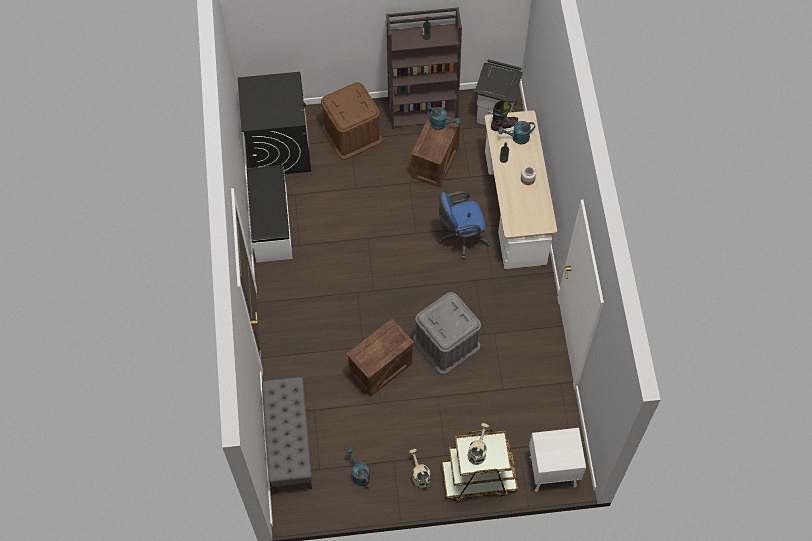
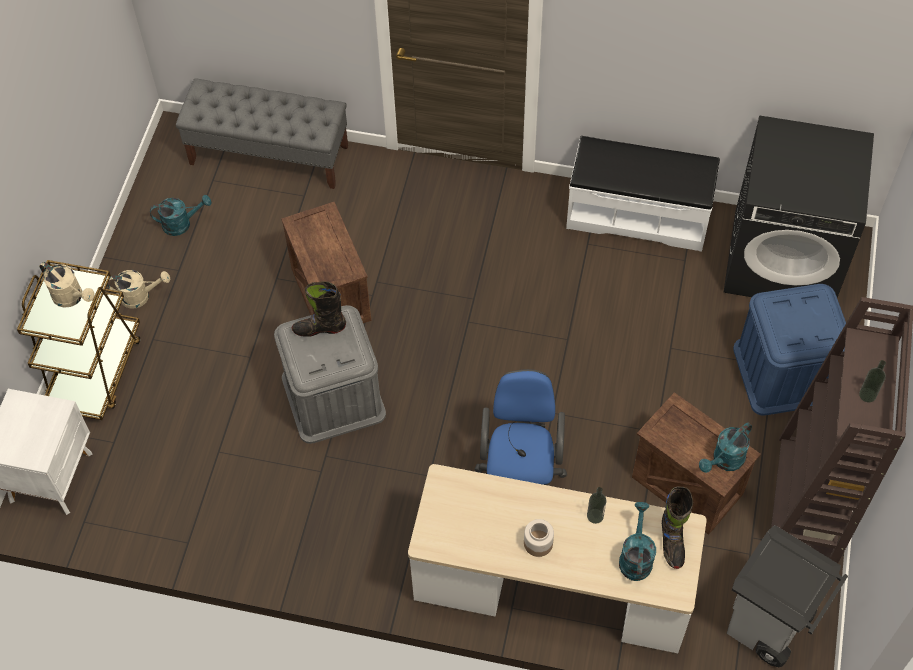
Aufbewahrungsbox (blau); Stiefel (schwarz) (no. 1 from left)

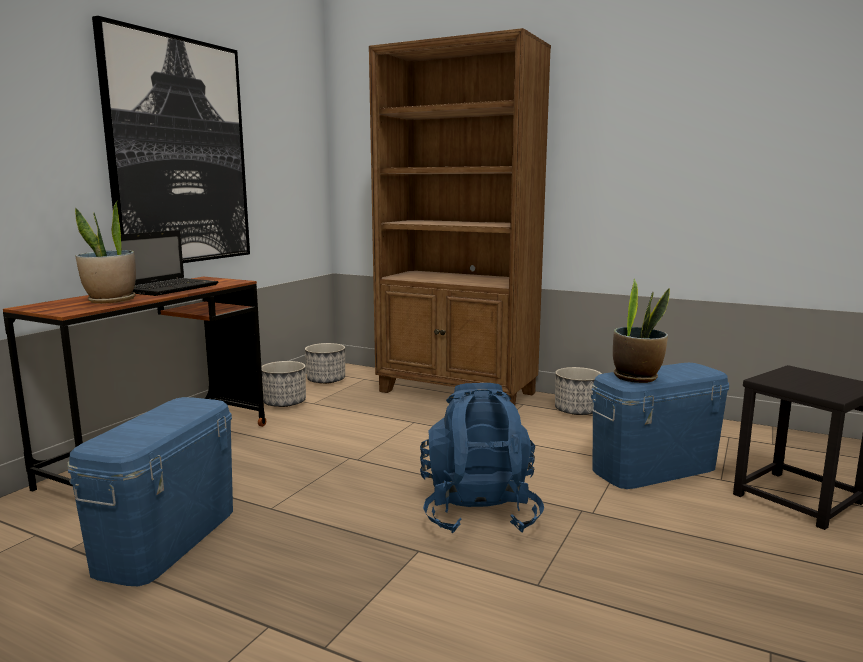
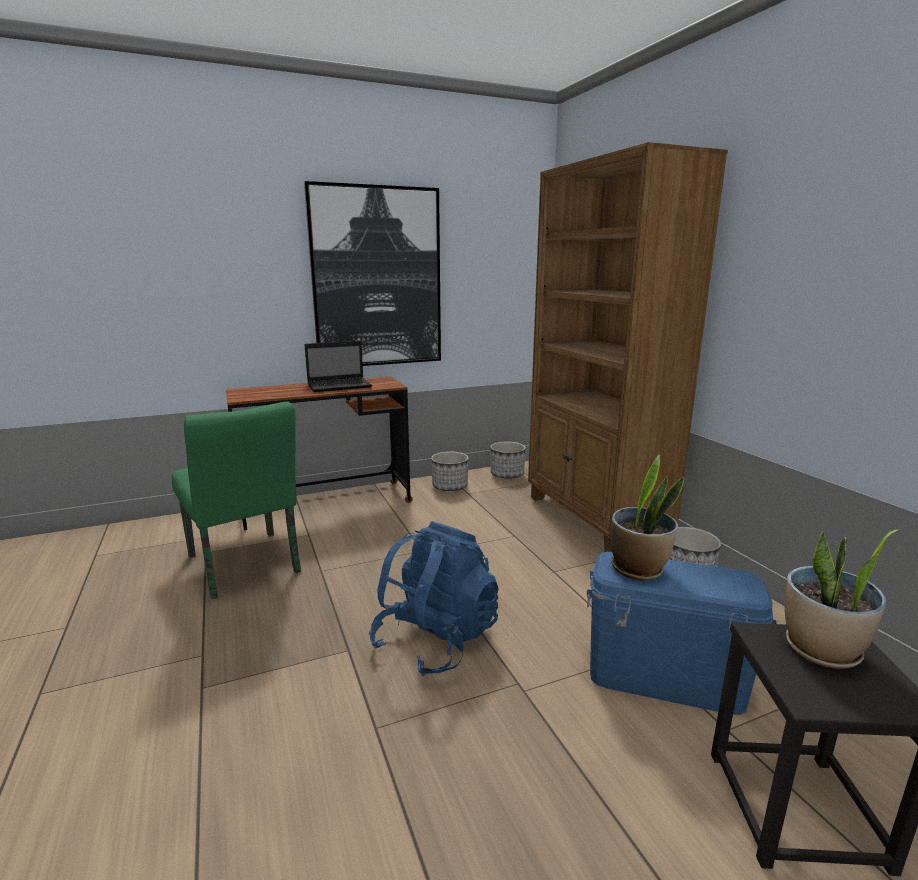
Topfpflanze (no. 2 from left); Stuhl (grün)

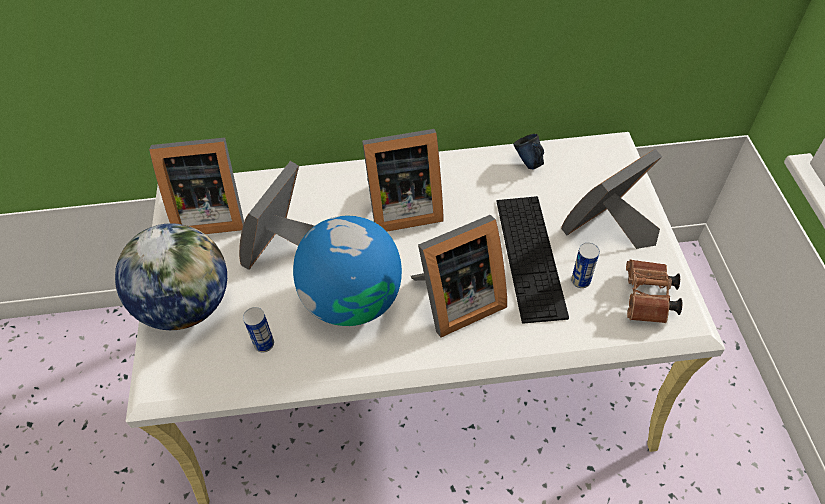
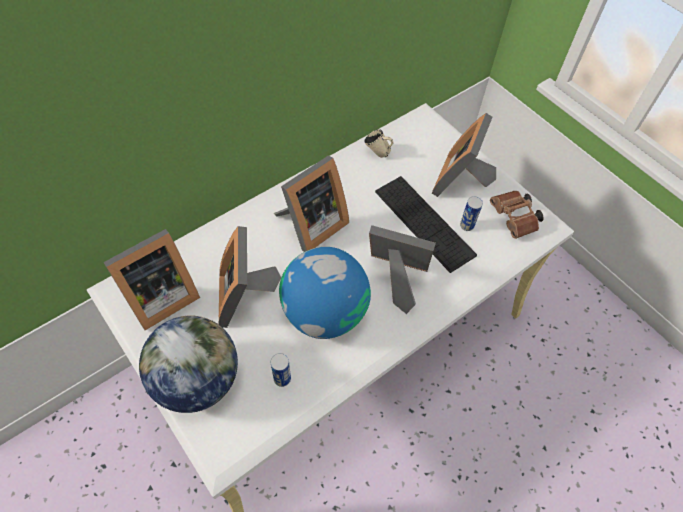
Henkelbecher (beige); Bilderrahmen (no. 4 from left)

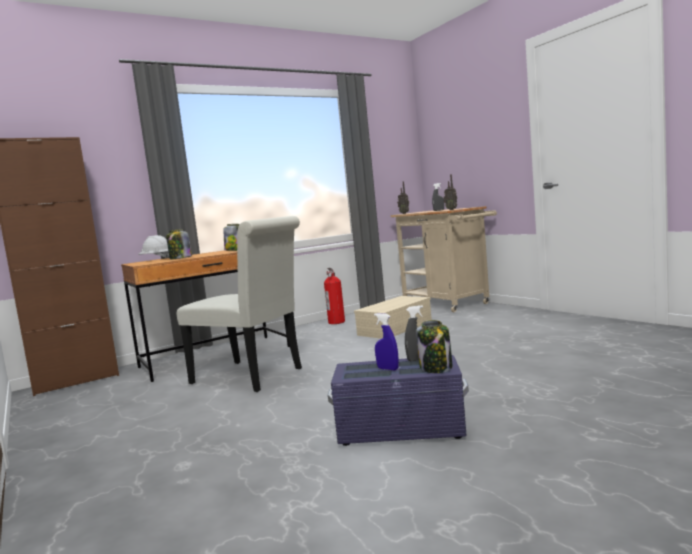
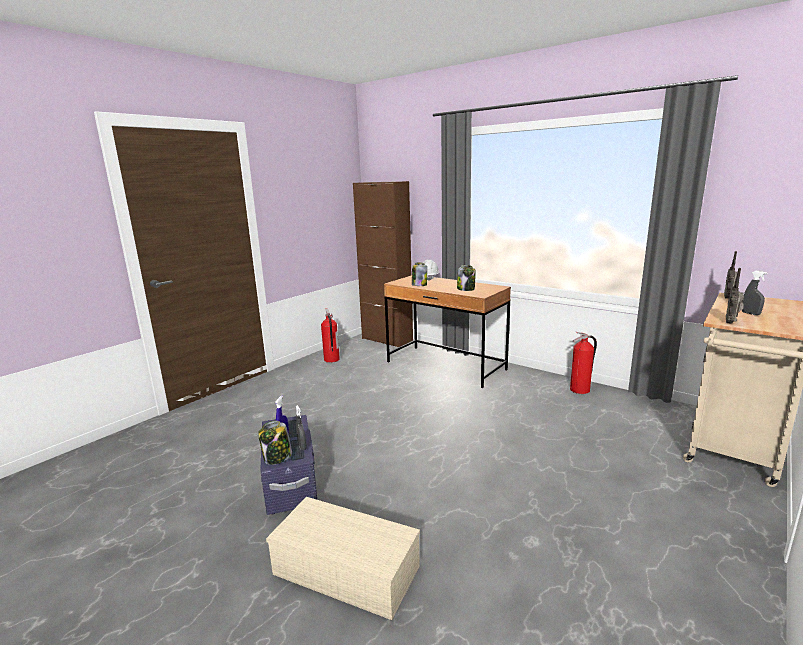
Stuhl (weiß); Aufbewahrungsbox (beige); Feuerlöscher (no. 1 from left)

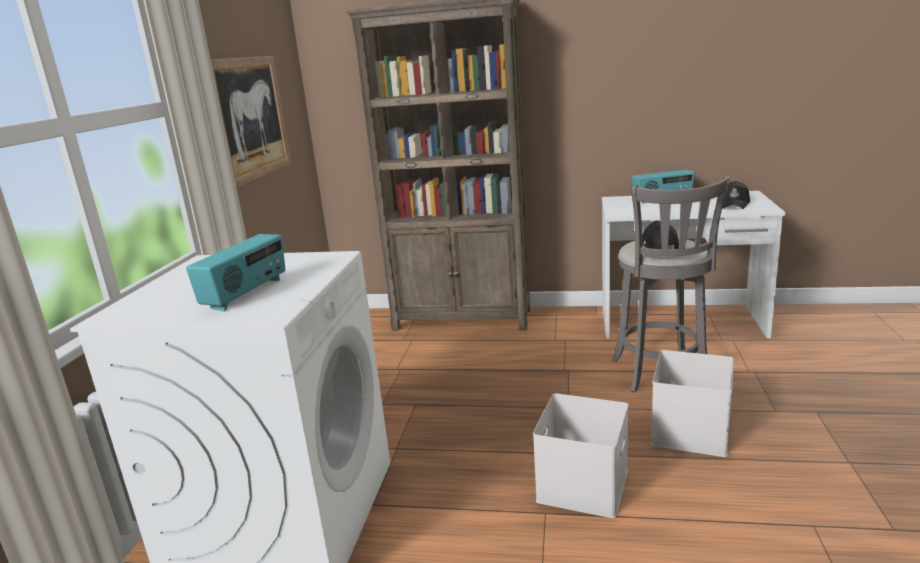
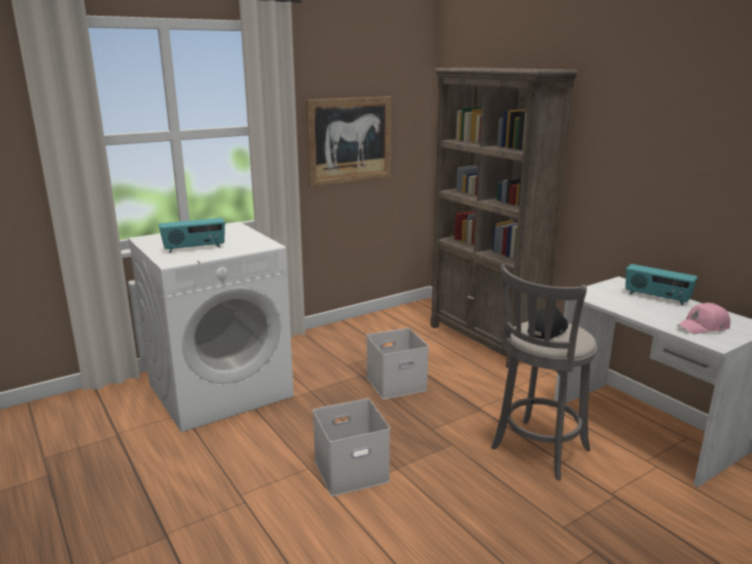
Kappe (rosa); Aufbewahrungsbox (weiß) (no. 2 from left)

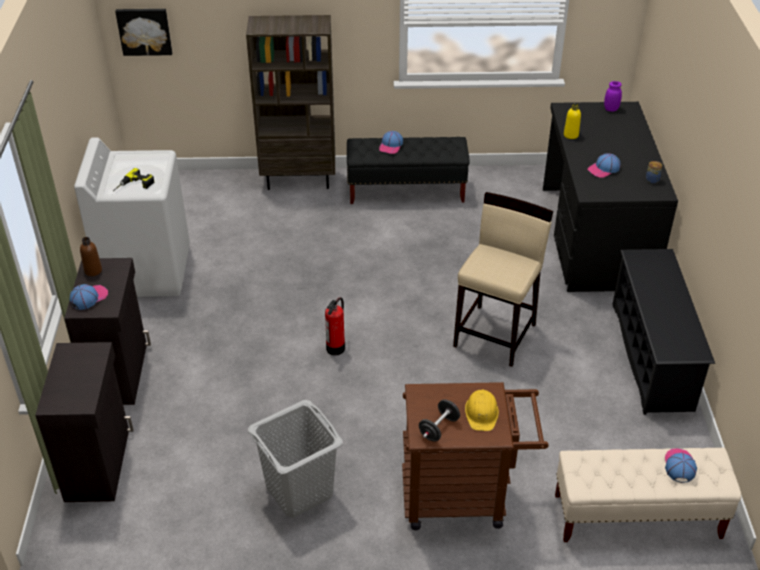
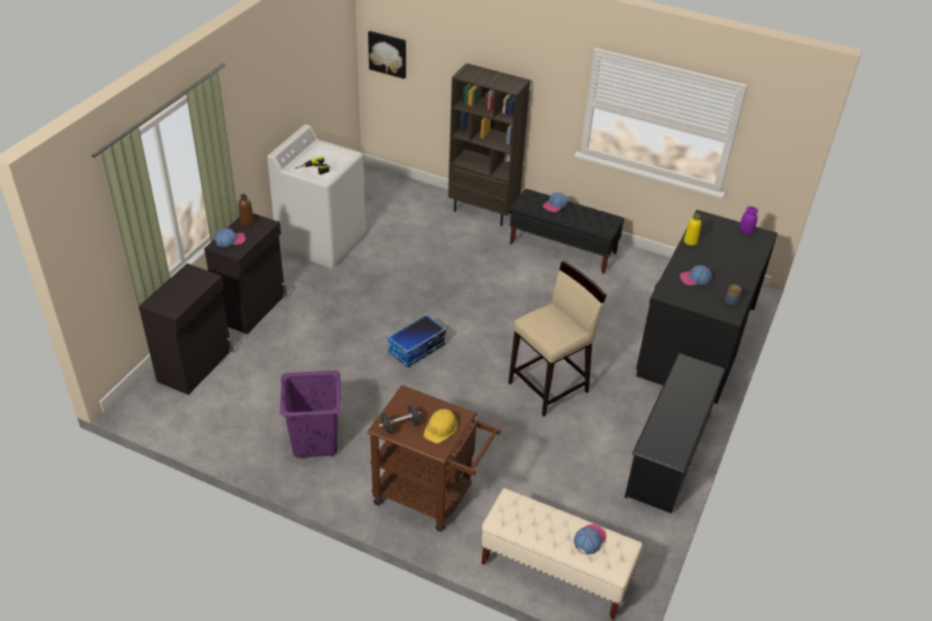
Aufbewahrungsbox; Wäschekorb (lila)

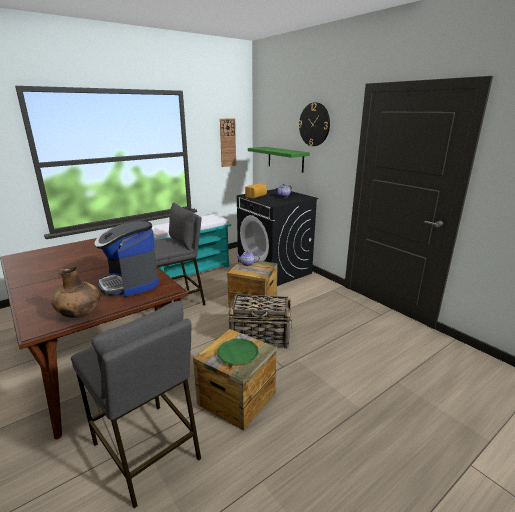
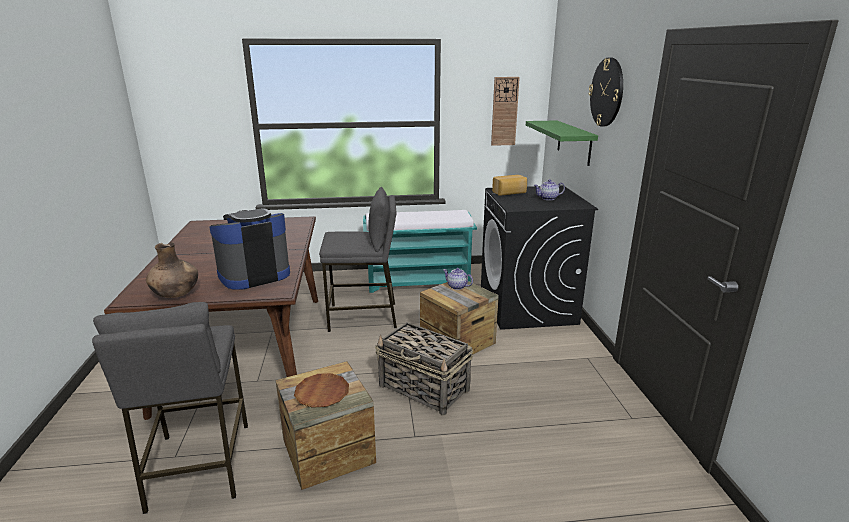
Kaffeemaschine; Teller (braun)

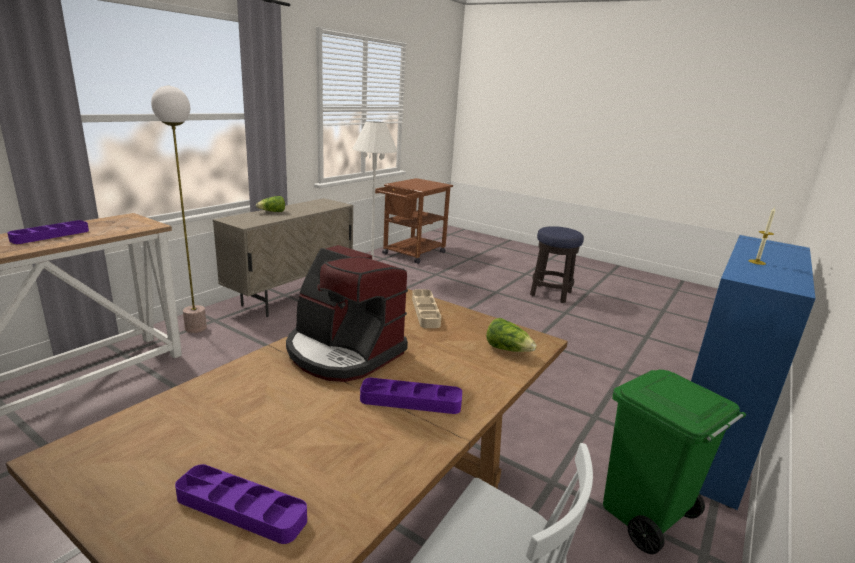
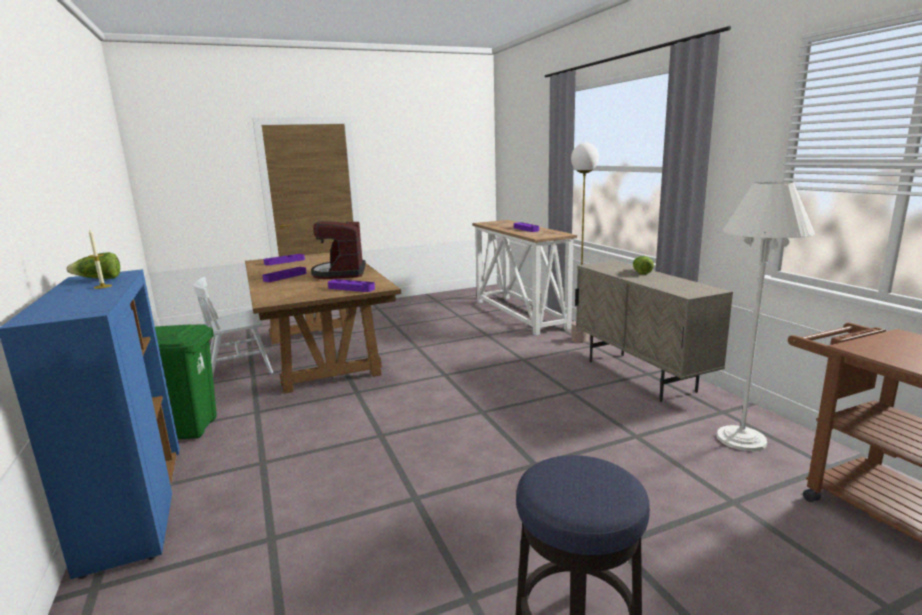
Kaffeemaschine; Tablett (lila) (no. 3 from left); Salatkopf (no. 1 from left)

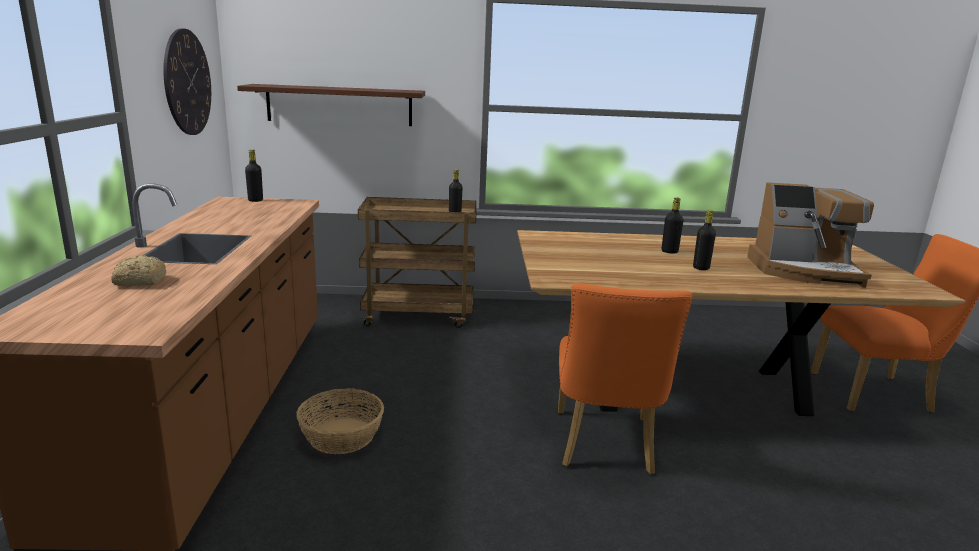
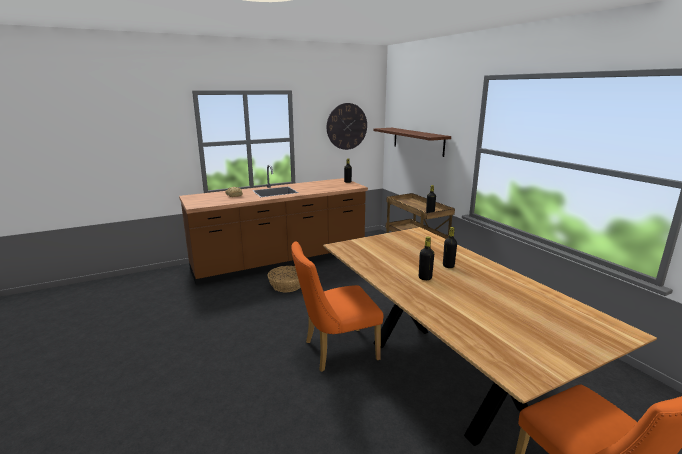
Kaffeemaschine

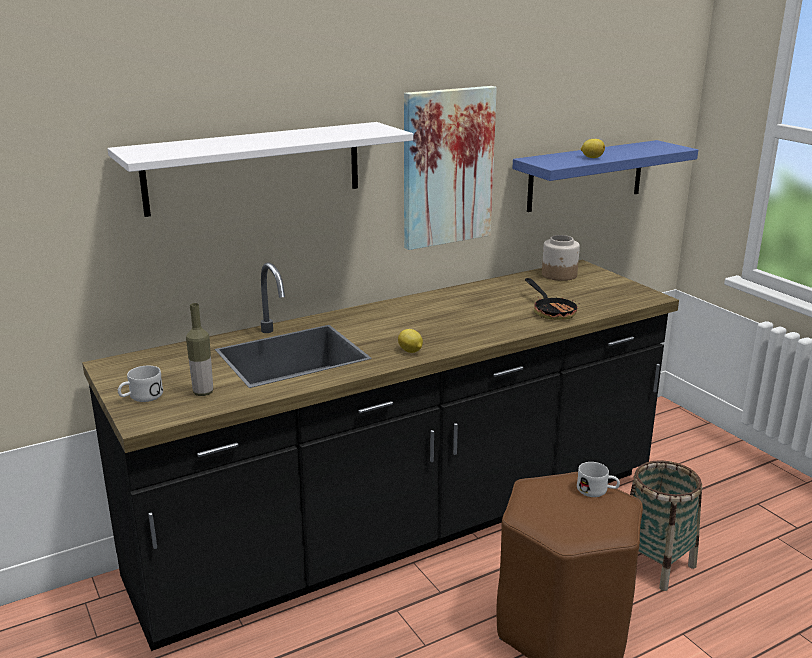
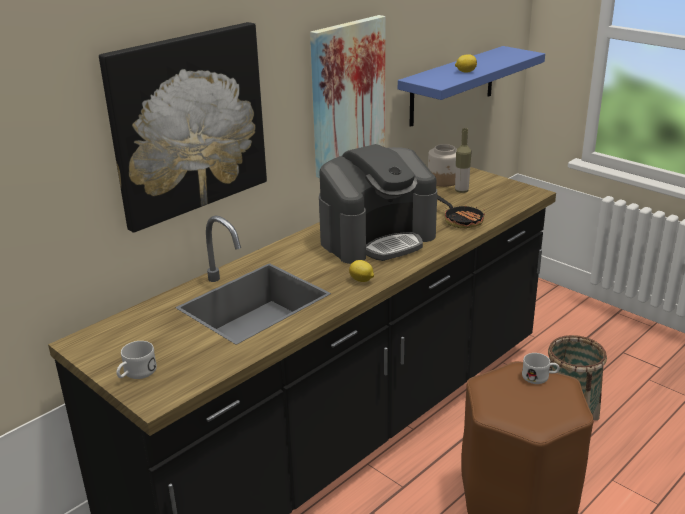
Bild (no. 1 from left); Flasche; Kaffeemaschine

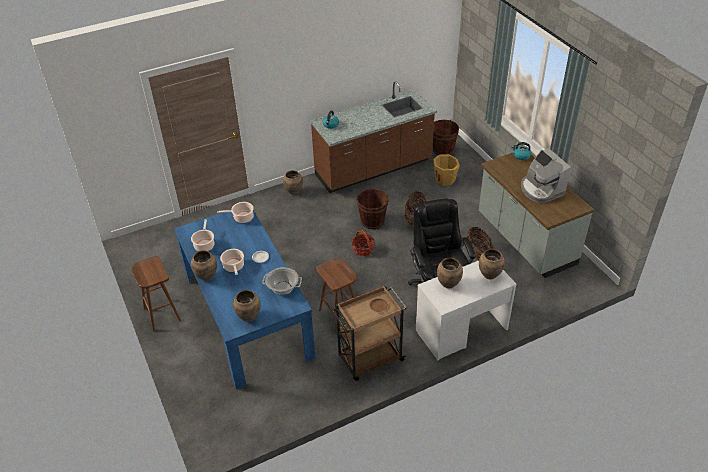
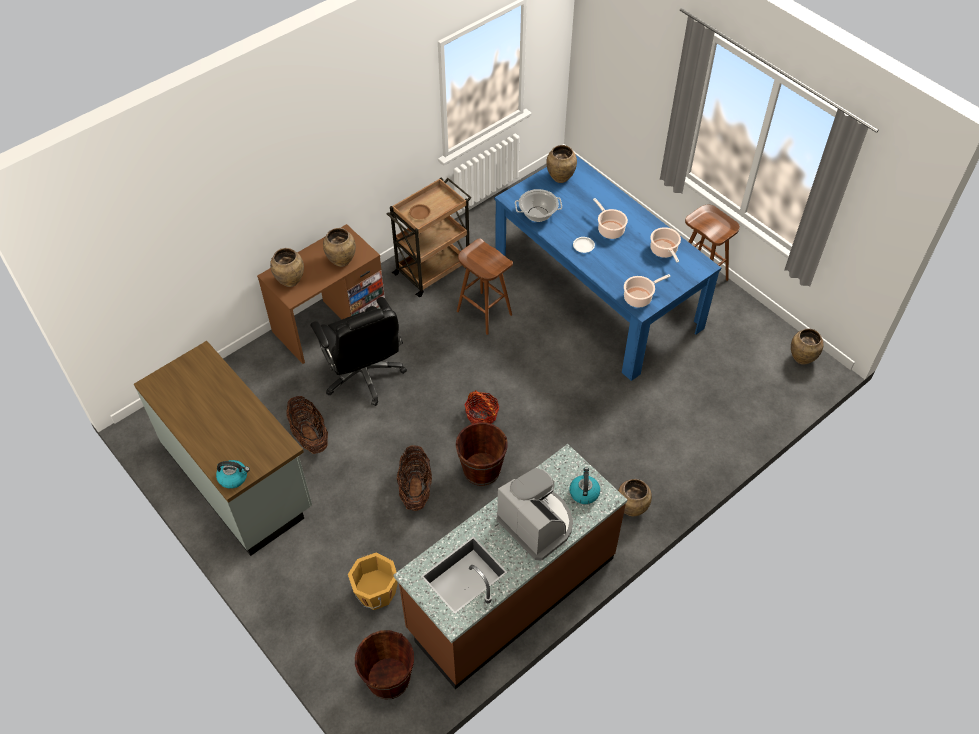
Kaffeemaschine; Vase (braun) (no. 5 from left); Schreibtisch (braun)

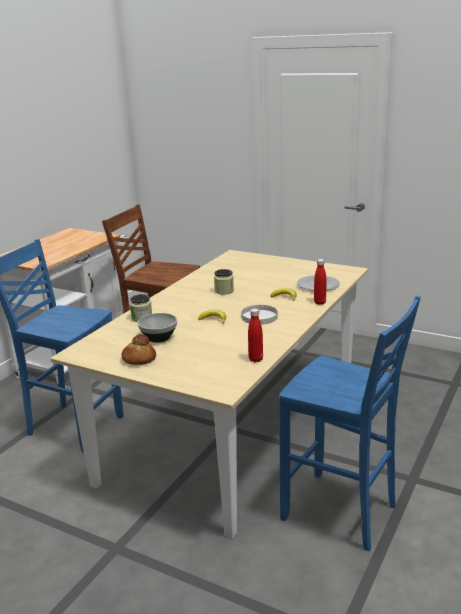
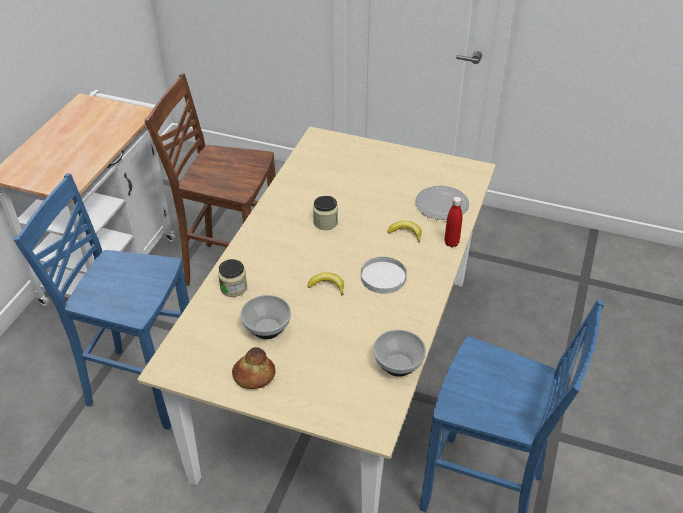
Schüssel (no. 2 from left)

